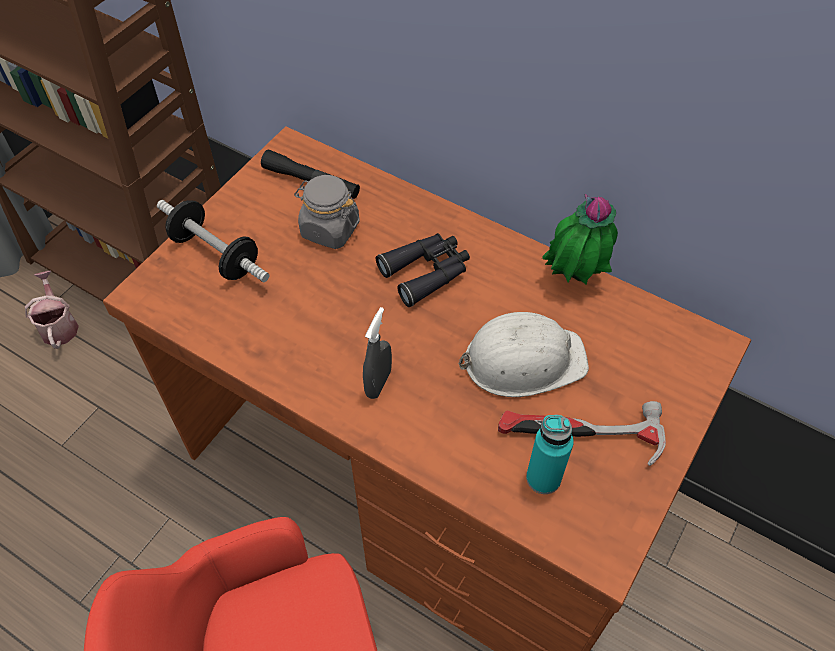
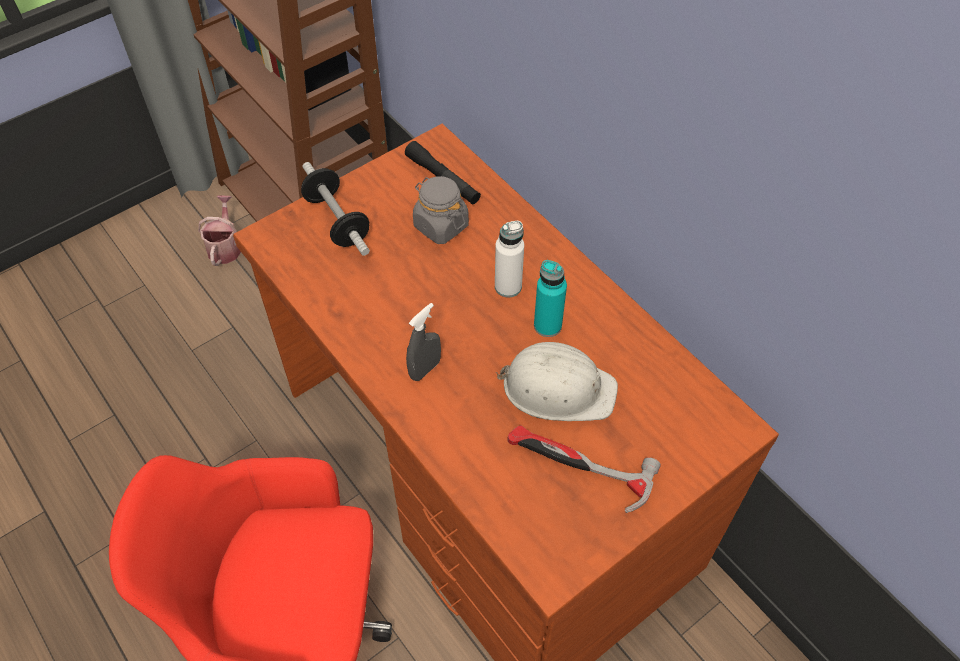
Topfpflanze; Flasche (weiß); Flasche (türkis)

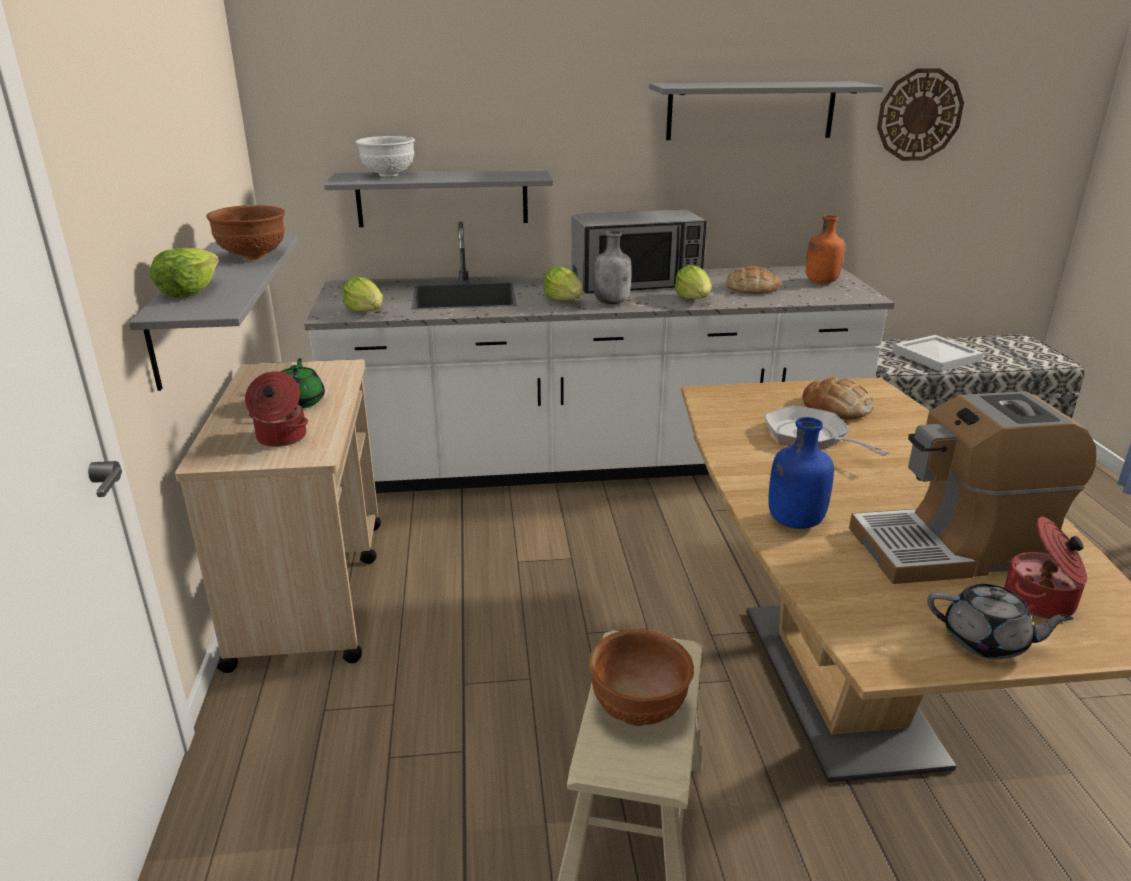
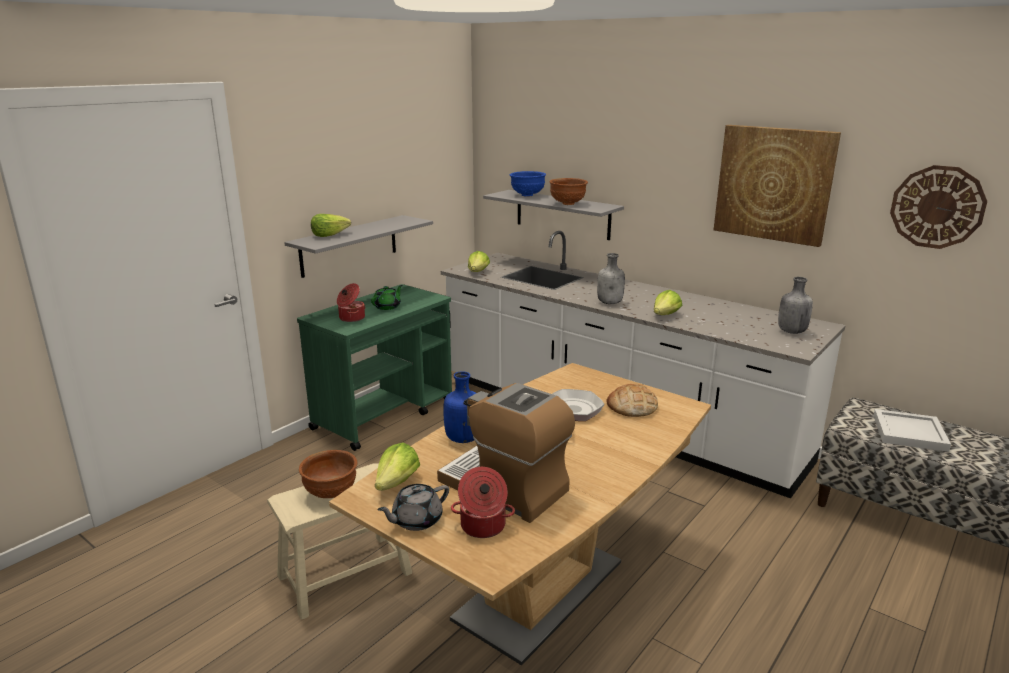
Bild; Schüssel (blau); Schüssel (braun) (no. 2 from left); Mikrowelle; Flasche (grau) (no. 2 from left); Brot (no. 1 from left in the first image); Salatkopf (no. 2 from left); Rollwagen (grün); Teekanne (grau)

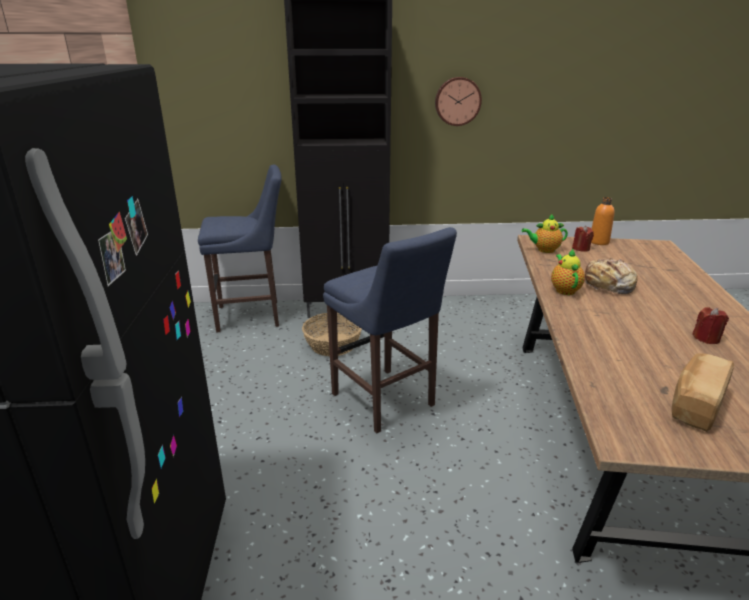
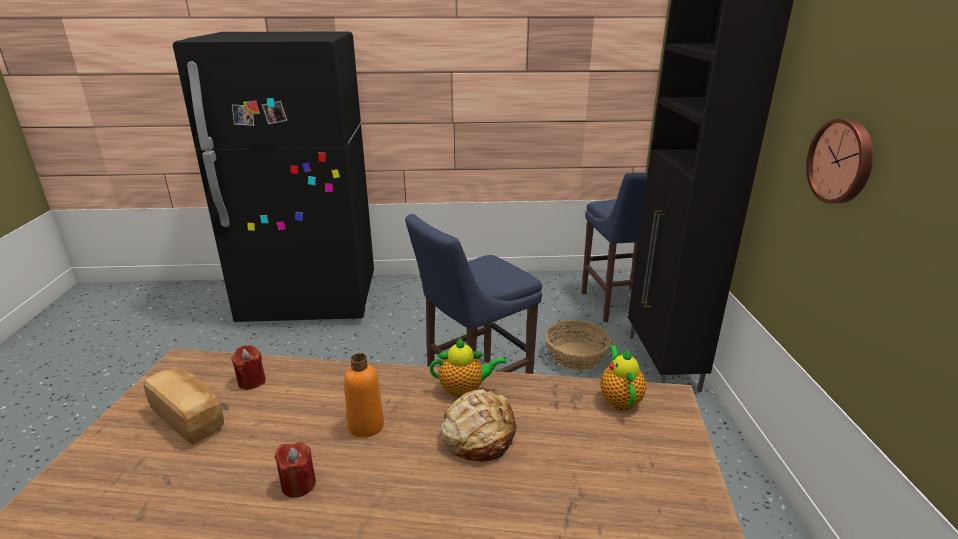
Flasche (orange); Kerze (rot) (no. 1 from left)

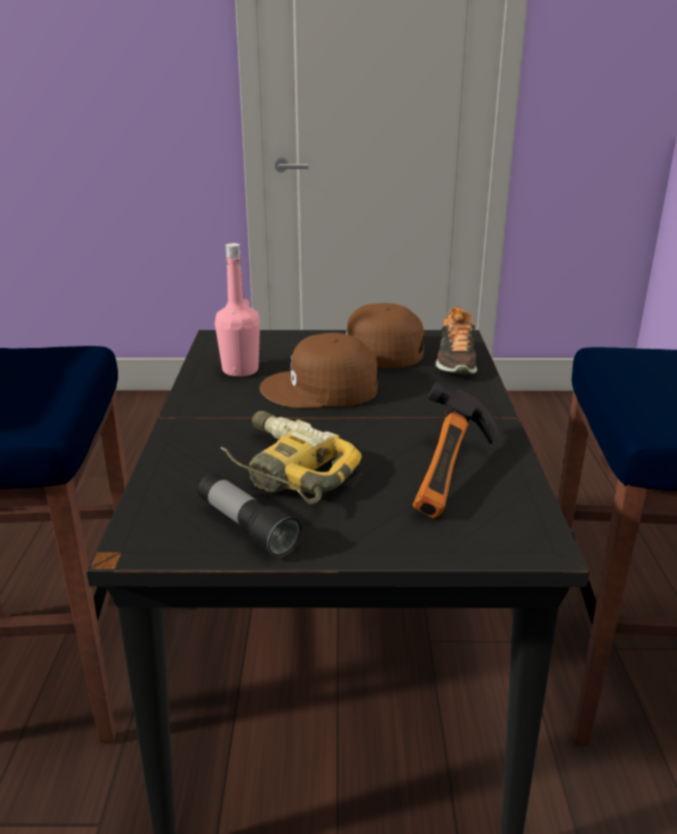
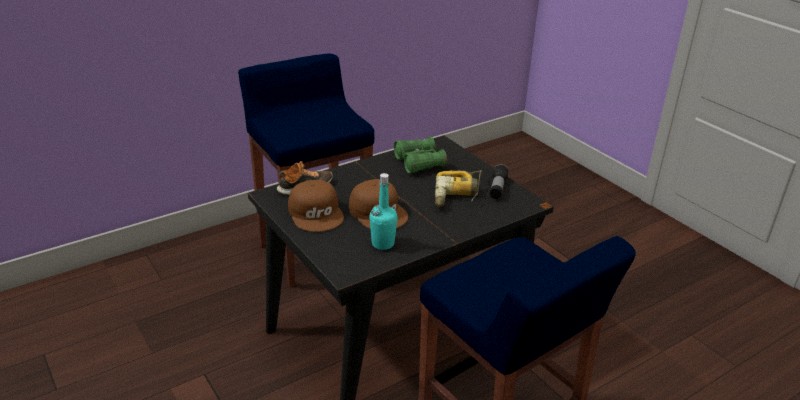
Flasche (türkis); Fernglas (grün)

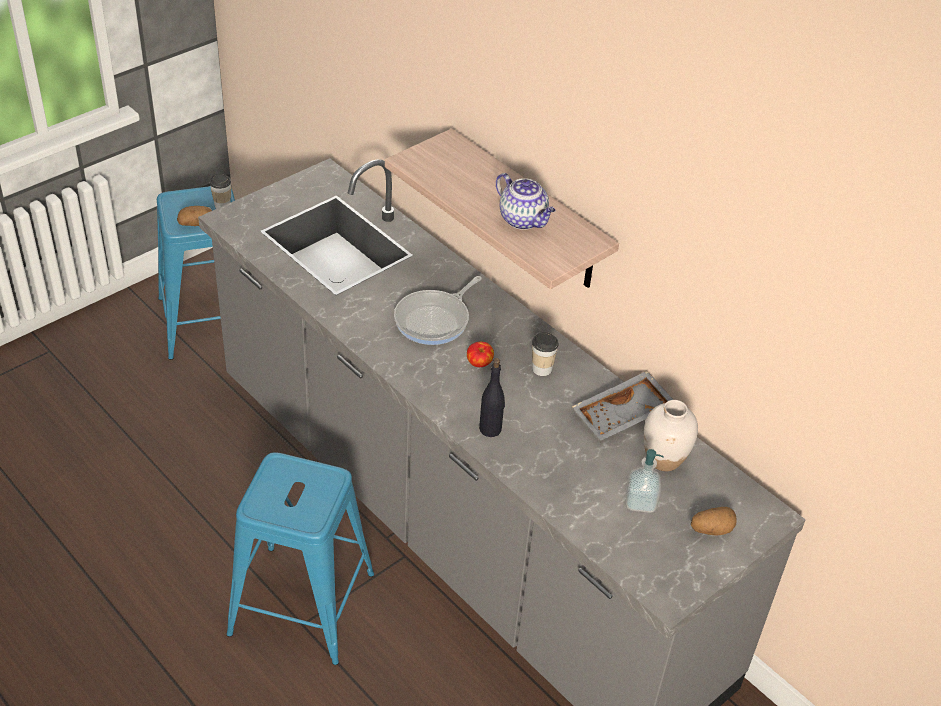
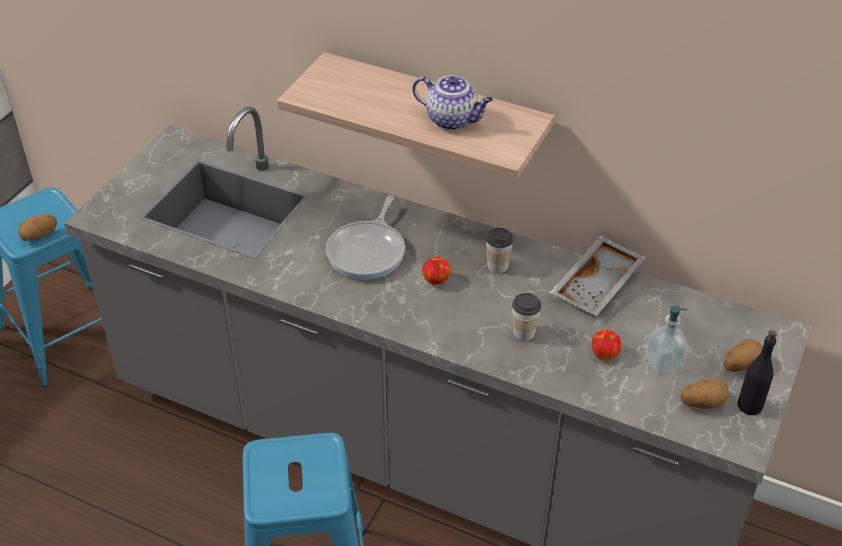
Tasse (no. 2 from left); Flasche (schwarz); Vase (weiß); Apfel (no. 2 from left); Kartoffel (no. 2 from left)

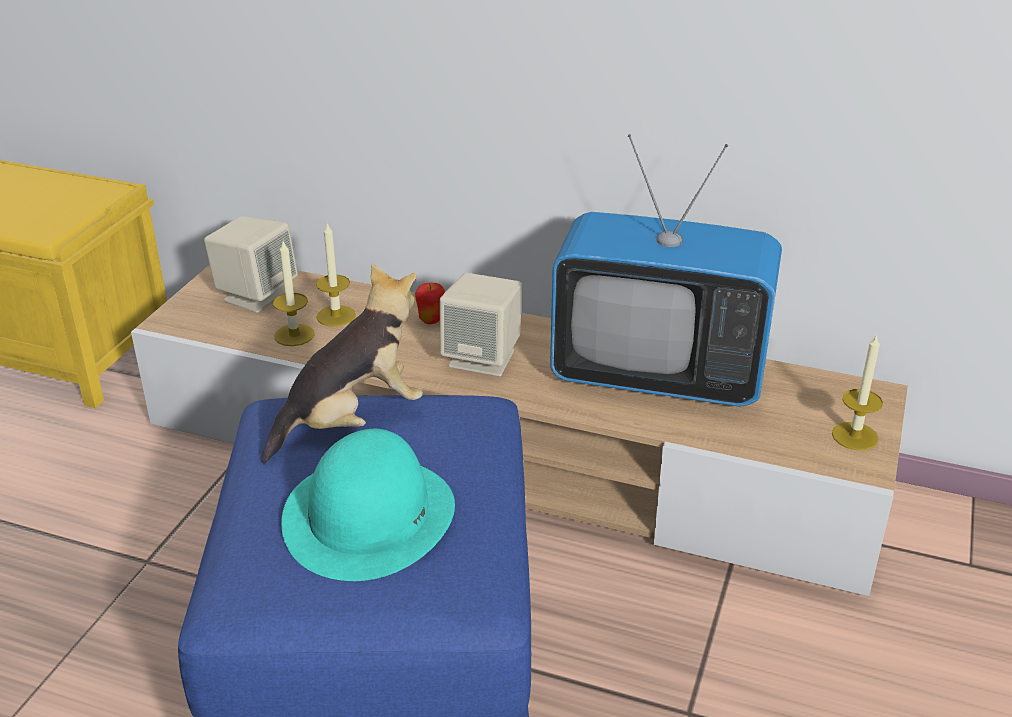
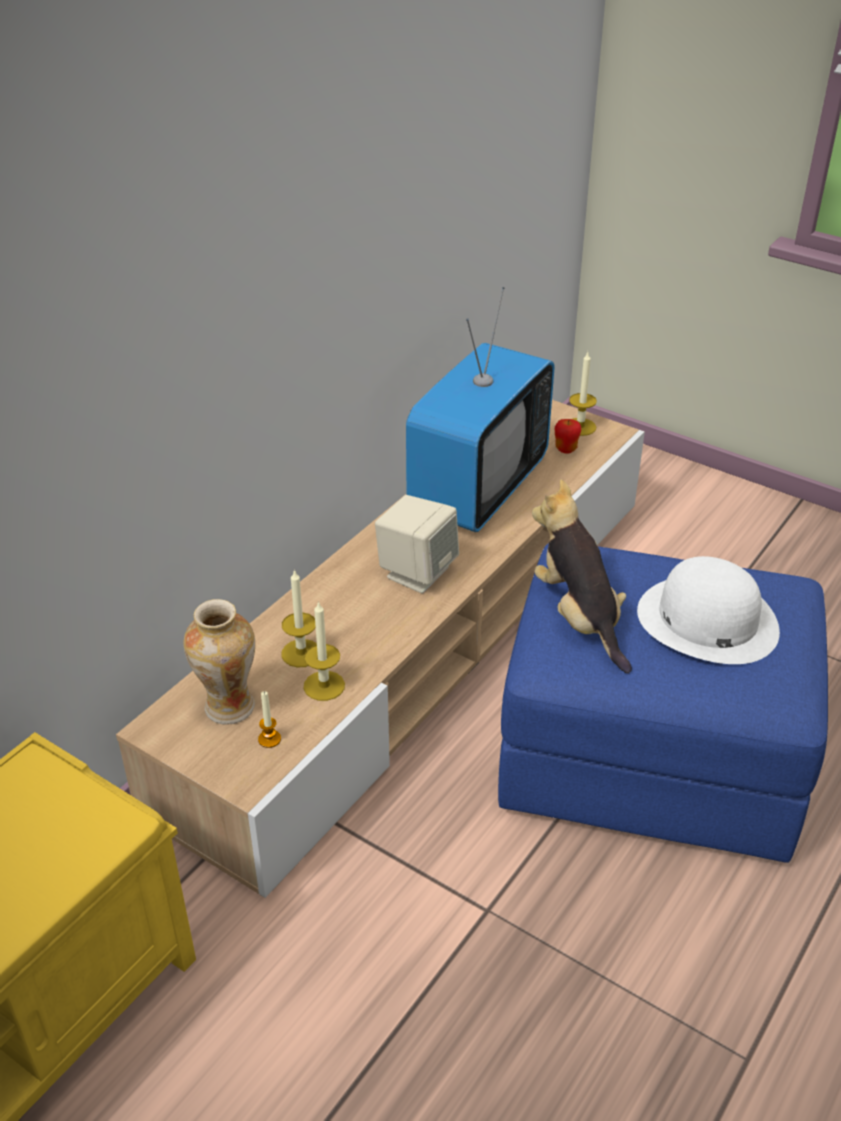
Vase; Apfel; Hut (weiß); Kerze (no. 1 from left)

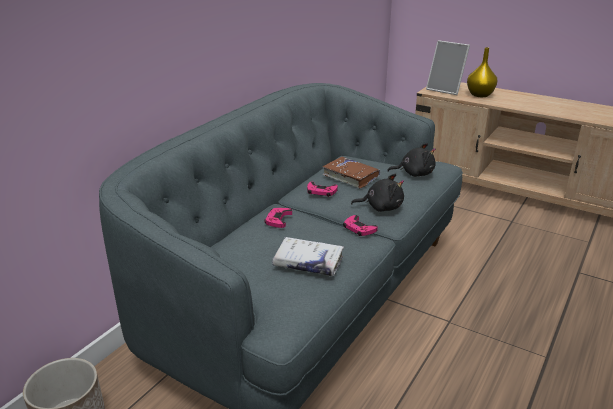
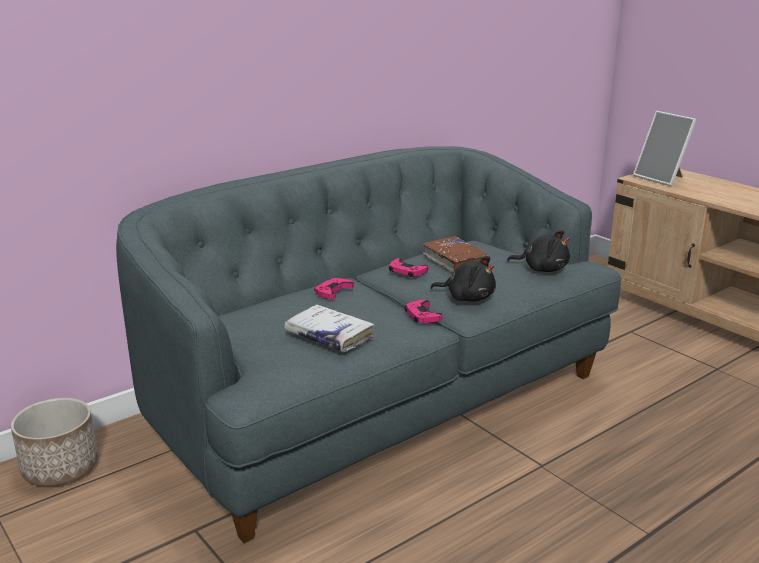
Vase (gelb)

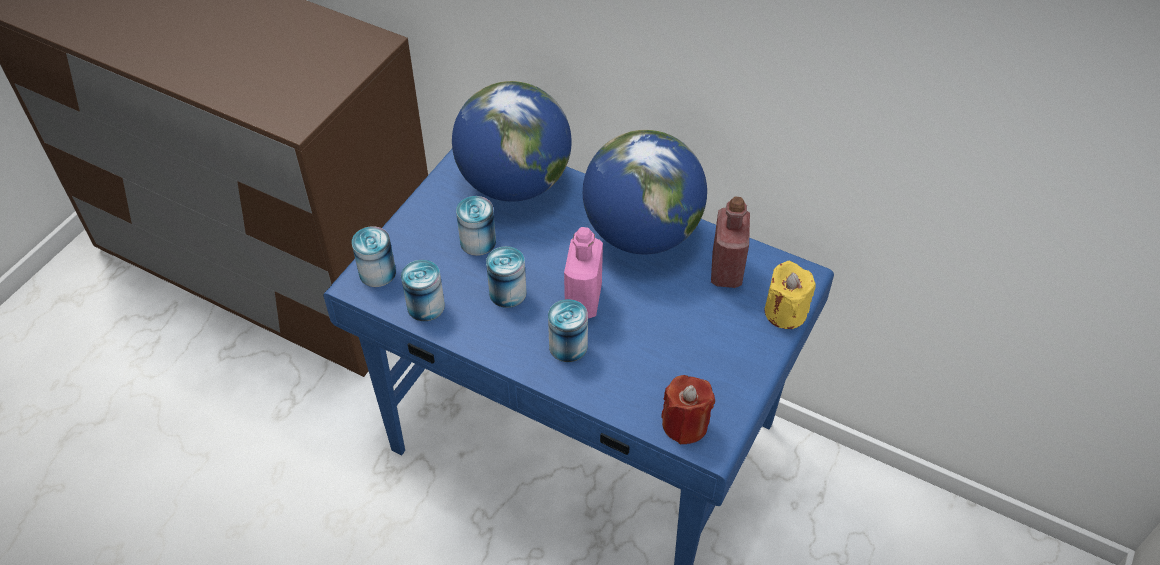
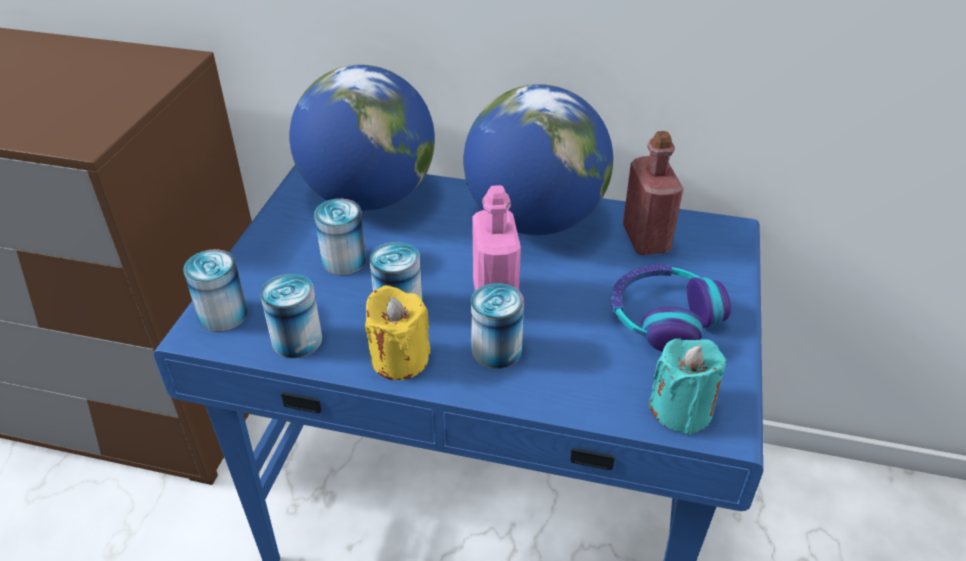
Kerze (gelb); Kerze (türkis); Kopfhörer

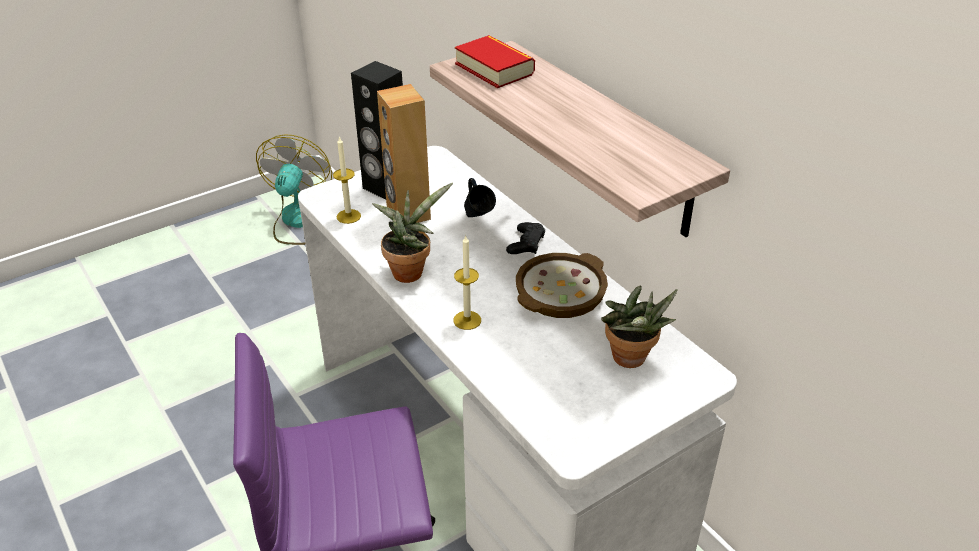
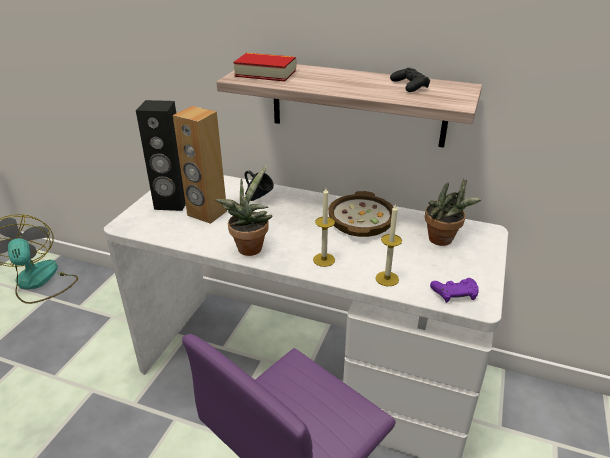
Kerze (no. 2 from left); Gamepad (schwarz); Gamepad (lila)

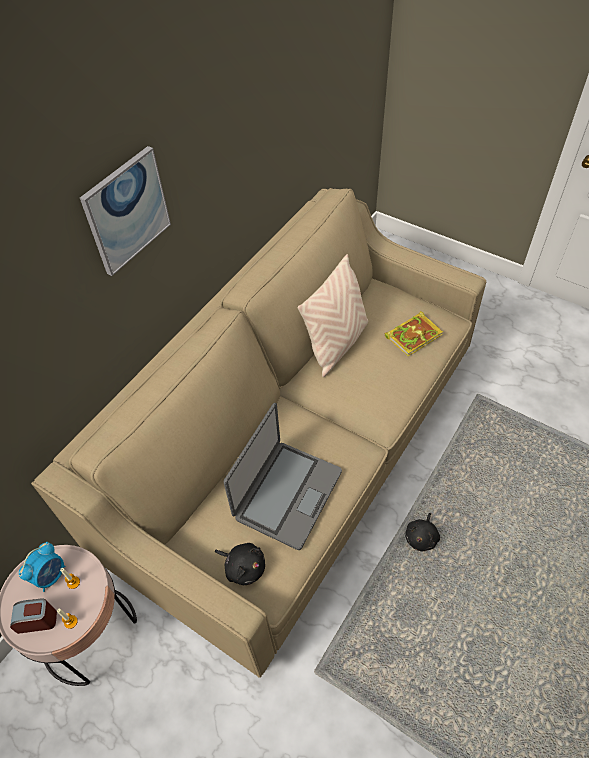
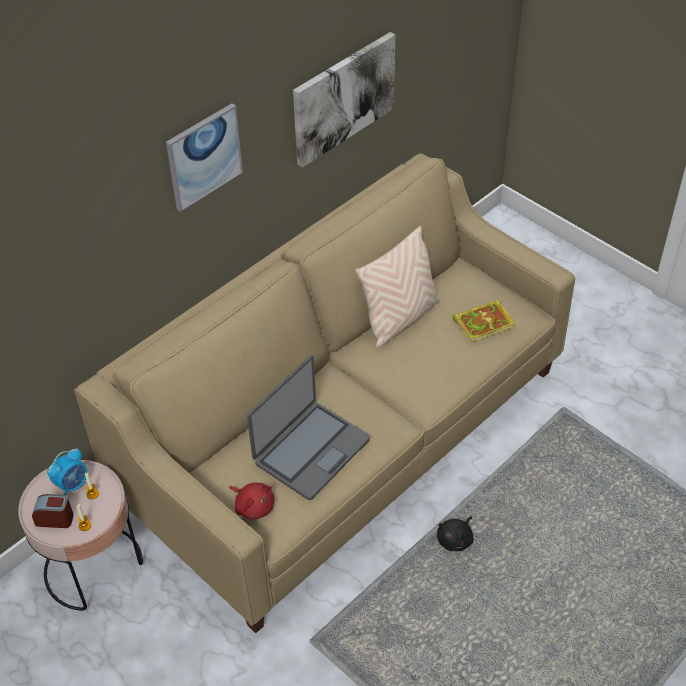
Plüschtier (rot); Bild (no. 2 from left)

